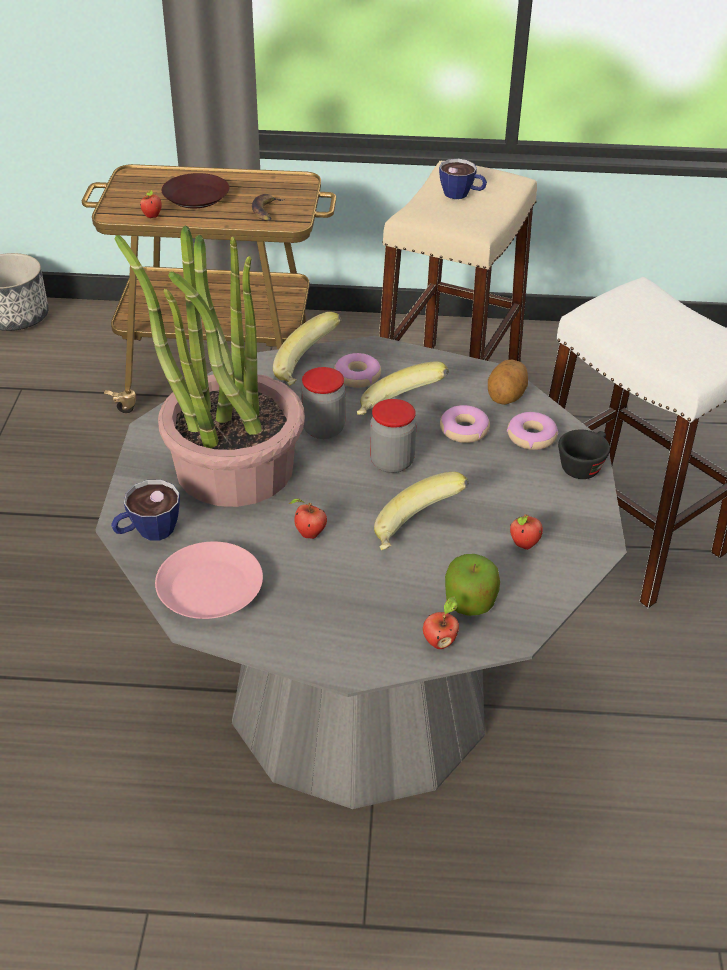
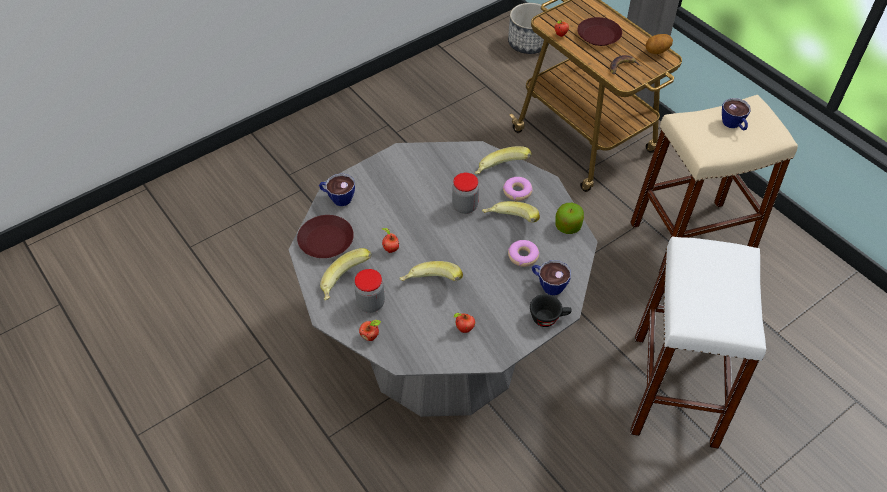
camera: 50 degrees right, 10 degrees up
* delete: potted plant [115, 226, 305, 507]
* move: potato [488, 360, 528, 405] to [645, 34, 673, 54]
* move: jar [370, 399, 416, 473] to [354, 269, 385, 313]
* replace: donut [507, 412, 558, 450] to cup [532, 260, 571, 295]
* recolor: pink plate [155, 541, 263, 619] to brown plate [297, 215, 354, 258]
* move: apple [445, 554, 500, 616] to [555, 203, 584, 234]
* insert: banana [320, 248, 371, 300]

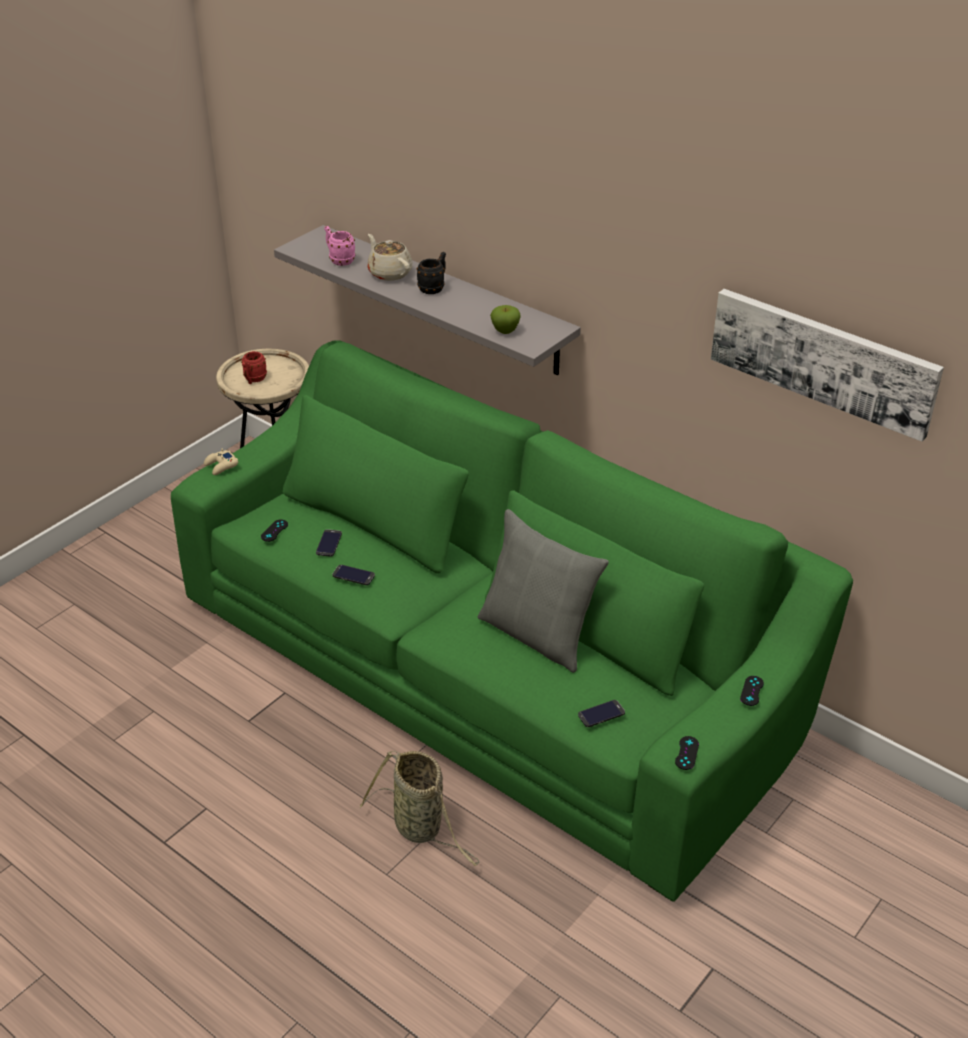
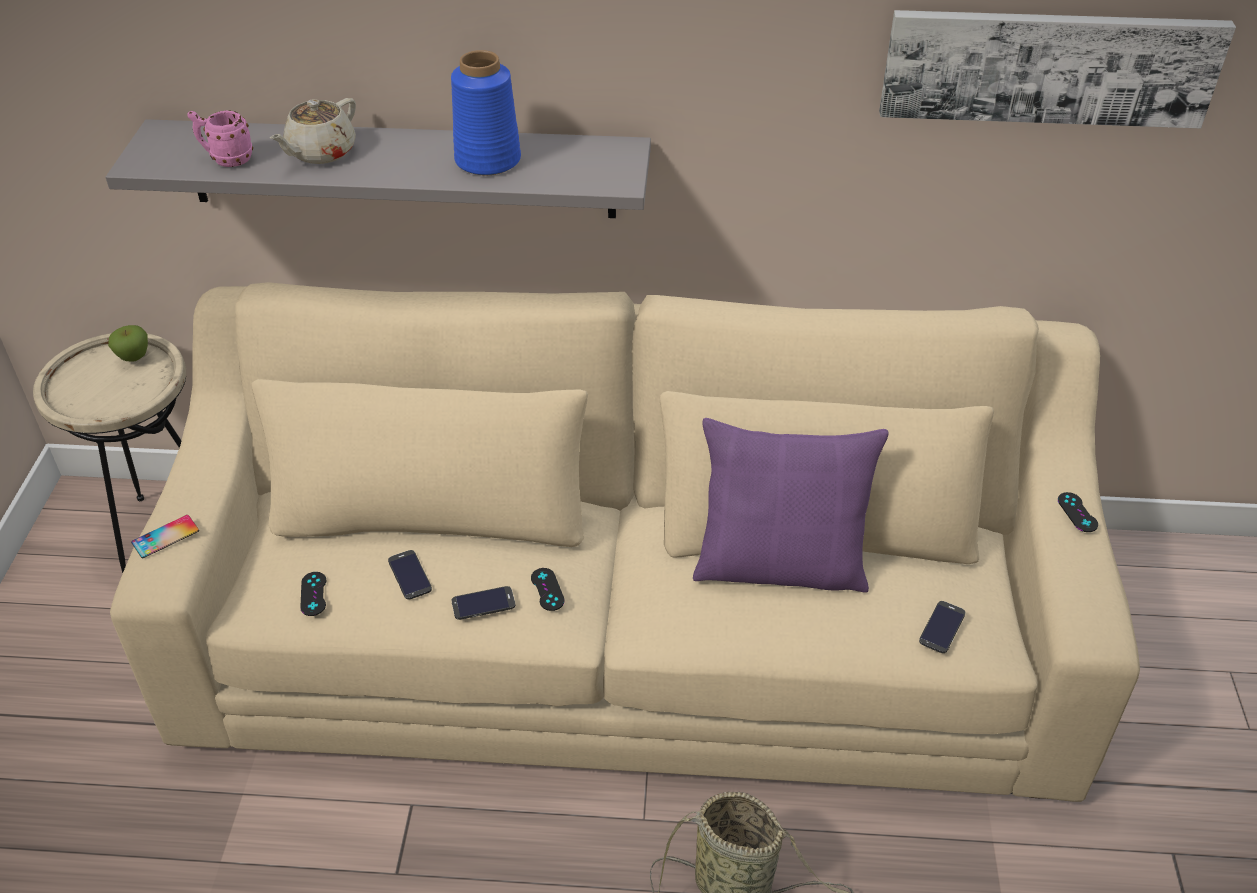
camera: 35 degrees left, 5 degrees up
* rotate: beige teapot [368, 234, 412, 281] = [270, 98, 356, 164] 75 degrees counterclockwise
* delete: black mug [416, 252, 446, 294]
* move: apple [490, 305, 521, 334] to [108, 325, 148, 362]
* recolor: green sofa [171, 340, 853, 902] to beige sofa [110, 282, 1140, 802]
* delete: red mug [241, 351, 267, 384]
* replace: beige game controller [204, 448, 239, 475] to phone [131, 515, 199, 558]
* recolor: grey pillow [478, 509, 609, 673] to purple pillow [693, 418, 888, 593]
* move: black game controller [675, 736, 699, 770] to [531, 568, 565, 611]
* insert: blue vase [451, 50, 521, 175]

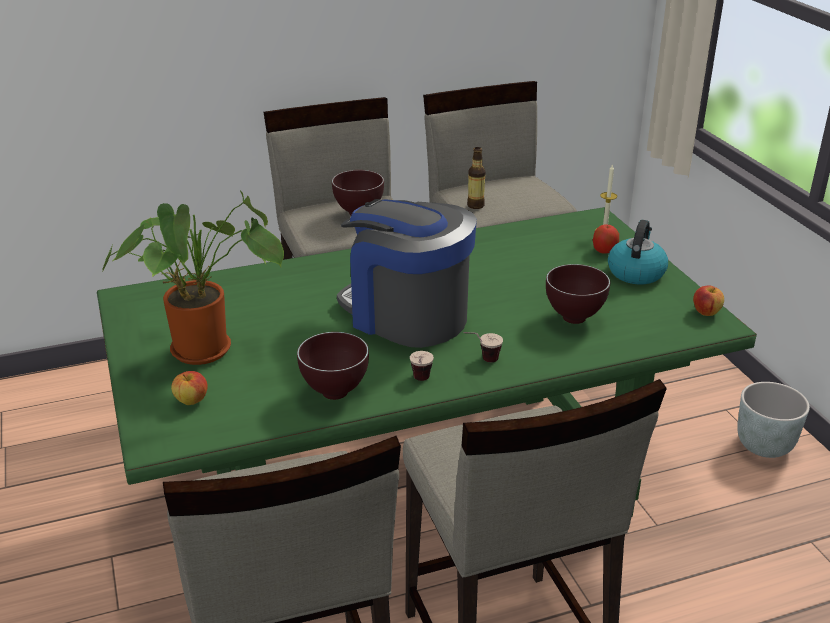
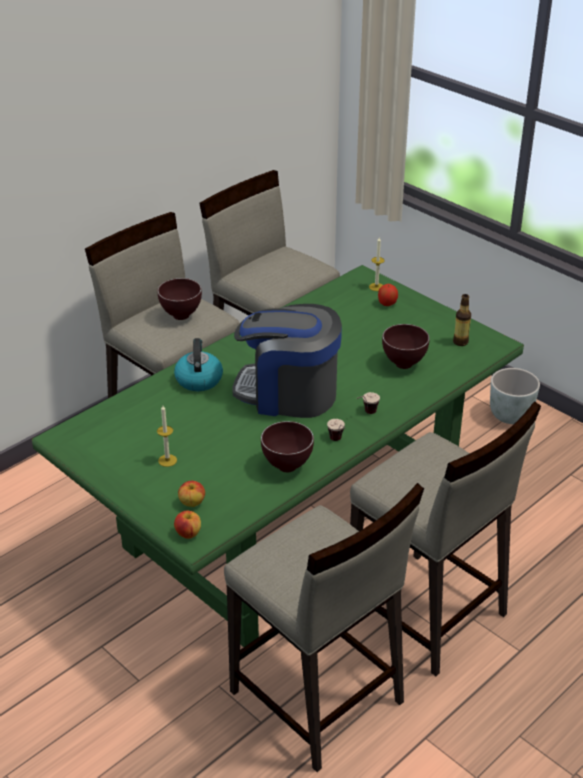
camera: 25 degrees left, 5 degrees up
* move: bottle [467, 147, 486, 209] to [453, 294, 471, 346]
* replace: potted plant [102, 190, 284, 365] to candle [157, 406, 177, 467]
* move: kettle [608, 220, 668, 284] to [174, 338, 223, 391]
* move: apple [693, 286, 724, 316] to [174, 510, 201, 539]

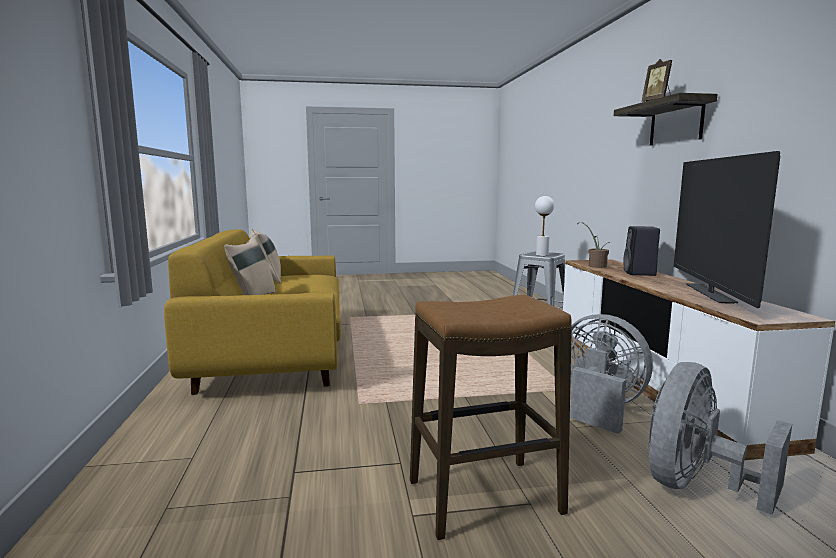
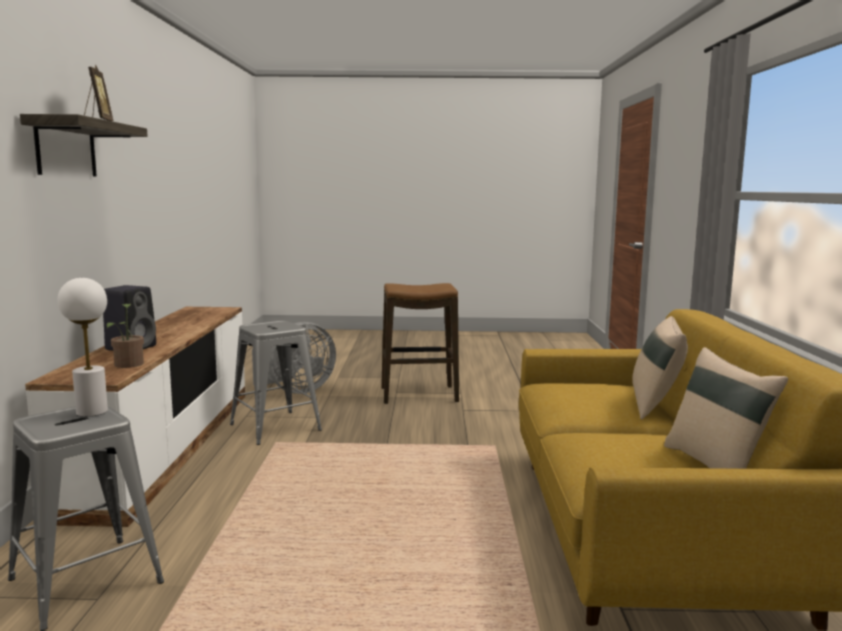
camera: 170 degrees left, 0 degrees up
* delete: television [674, 151, 780, 308]
* replace: grey fan [570, 314, 653, 434] to grey stool [230, 321, 322, 445]

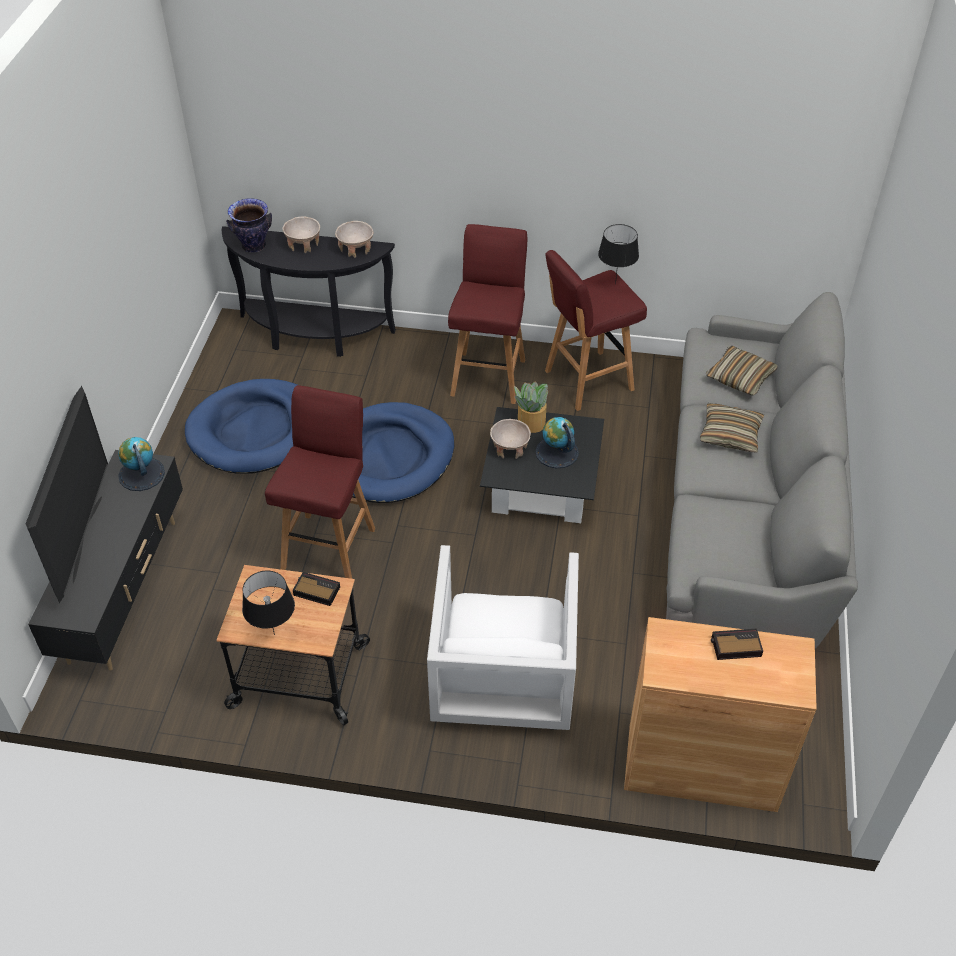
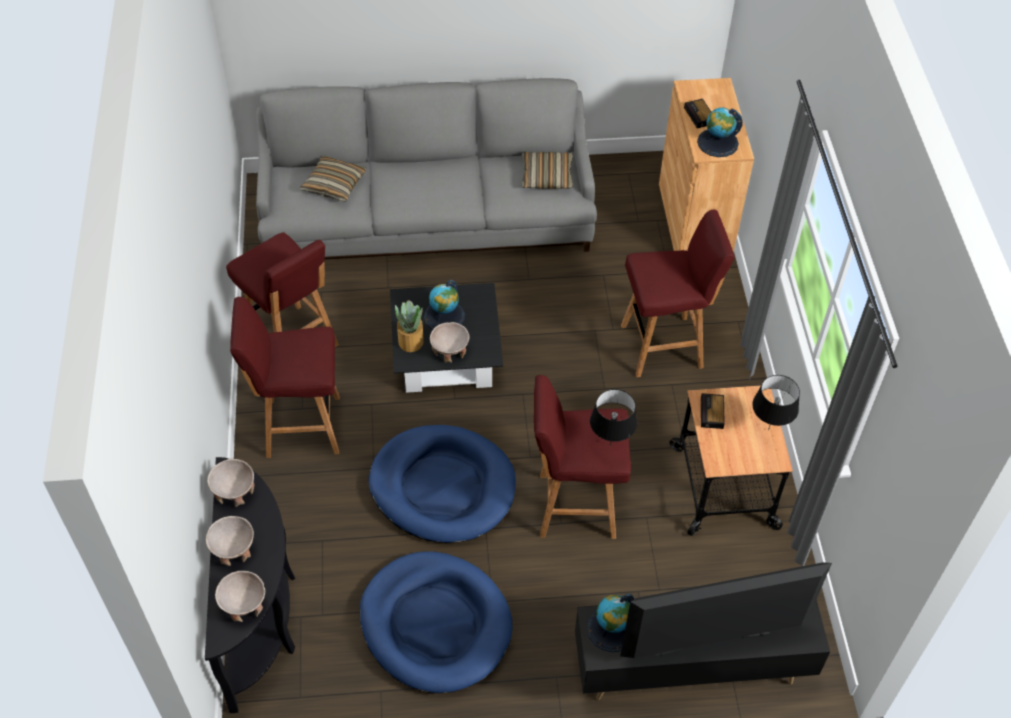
camera: 105 degrees left, 5 degrees up
* replace: vase [226, 198, 272, 253] to beige bowl [215, 571, 265, 622]
* move: black table lamp [598, 224, 639, 284] to [590, 389, 637, 446]
* move: pillow [700, 403, 764, 453] to [521, 152, 573, 189]
* replace: white armchair [427, 545, 579, 730] to red stool [621, 210, 735, 377]
* insert: globe [697, 107, 743, 157]

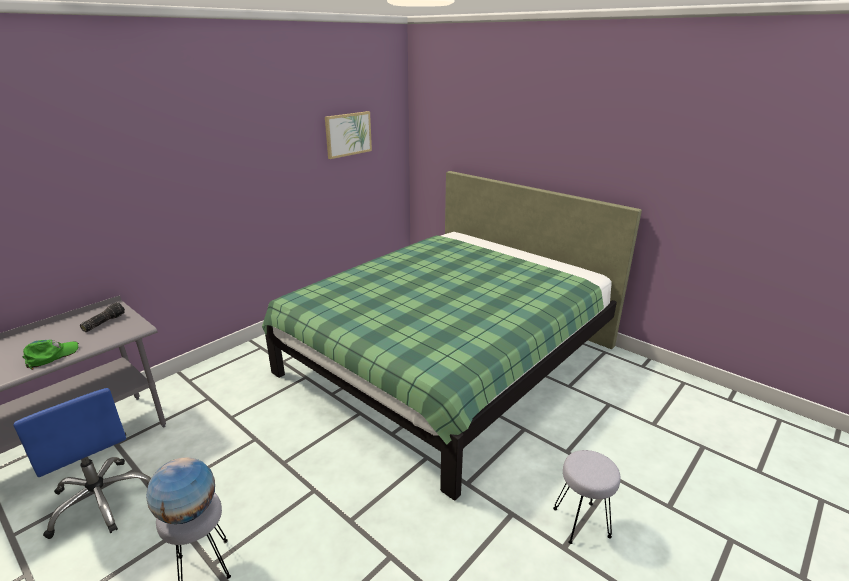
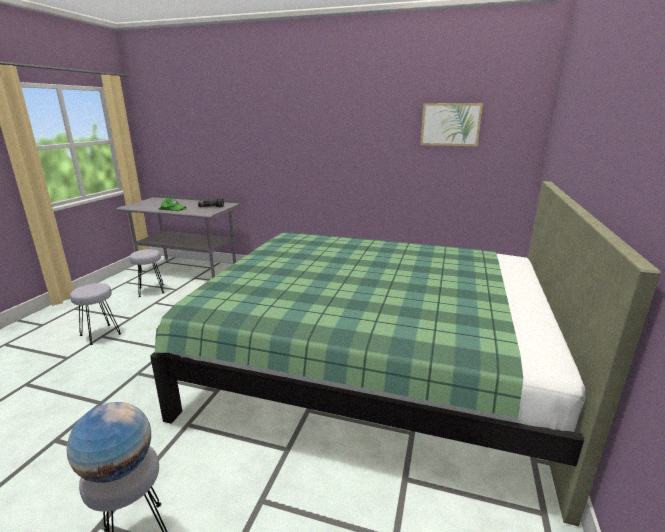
camera: 65 degrees right, 5 degrees down
* replace: blue office chair [13, 388, 151, 539] to grey stool [129, 249, 164, 297]
* move: globe [146, 457, 215, 524] to [67, 402, 151, 483]

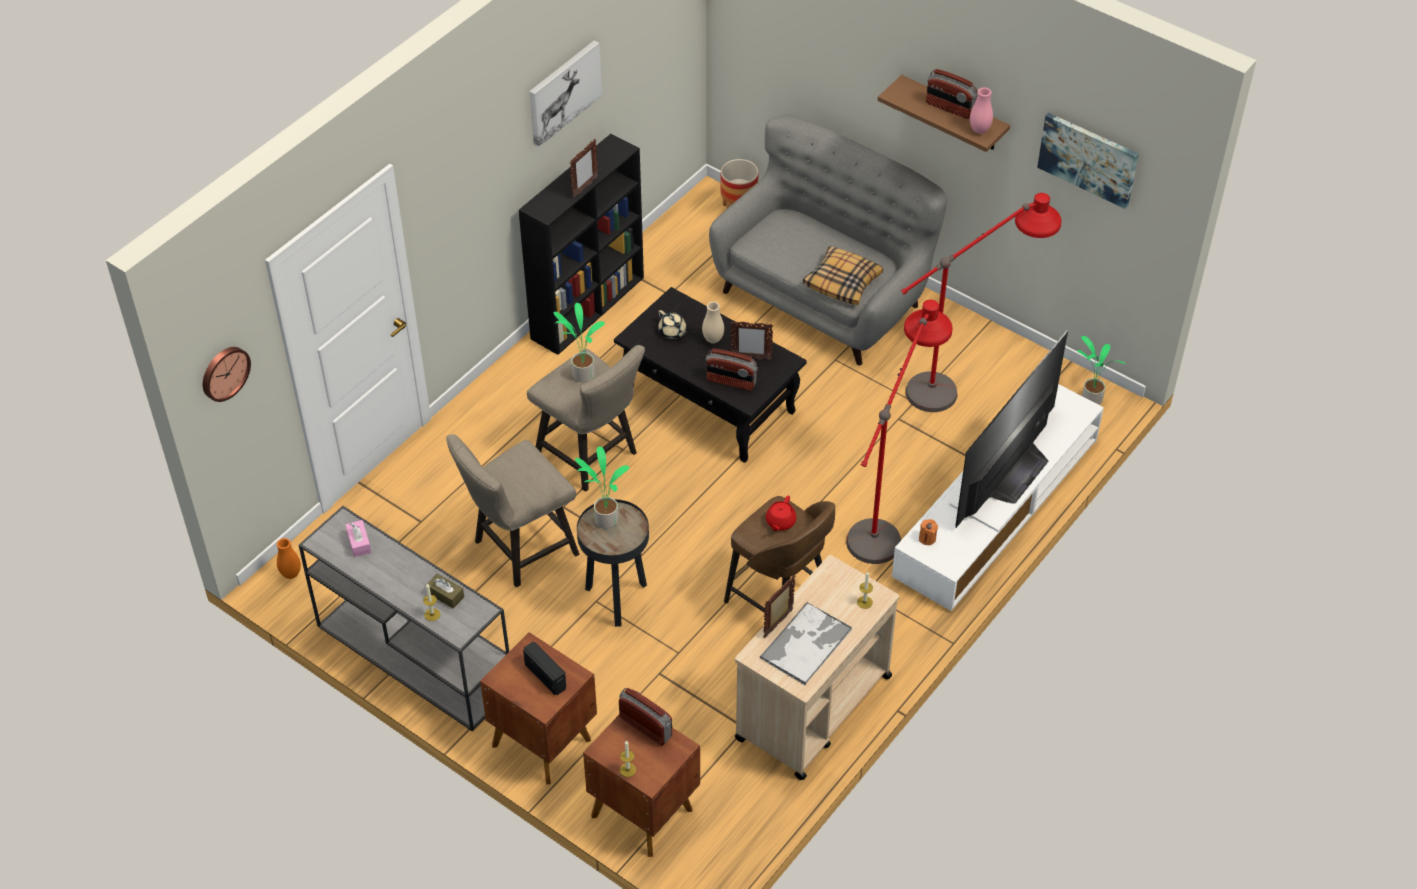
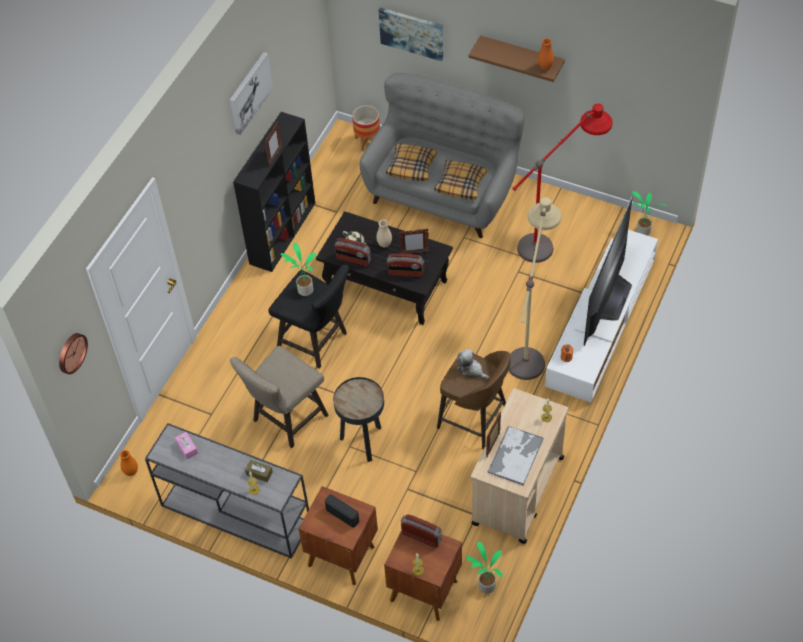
camera: 10 degrees left, 5 degrees up
* move: radio [926, 69, 978, 119] to [335, 238, 371, 266]
* recolor: pink vase [970, 87, 993, 134] to orange vase [538, 38, 554, 70]
* move: picture [1037, 113, 1139, 209] to [379, 8, 443, 61]
* recolor: red floor lamp [846, 300, 953, 564] to beige floor lamp [509, 197, 561, 380]
* recolor: beige stool [527, 345, 645, 492] to black stool [268, 264, 349, 369]
* move: potted plant [575, 446, 629, 529] to [466, 542, 503, 594]
* replace: red teapot [766, 496, 796, 531] to plush toy [456, 349, 489, 380]
* insert: pillow [386, 144, 437, 181]

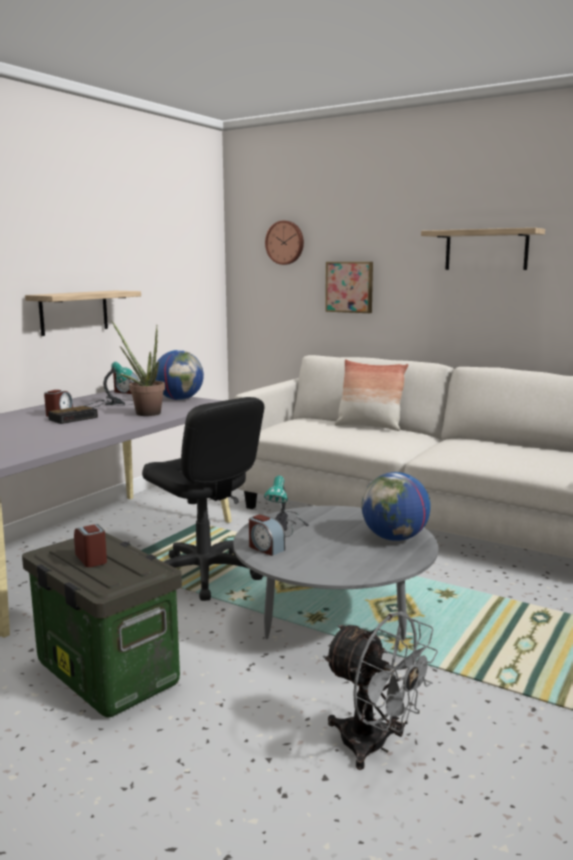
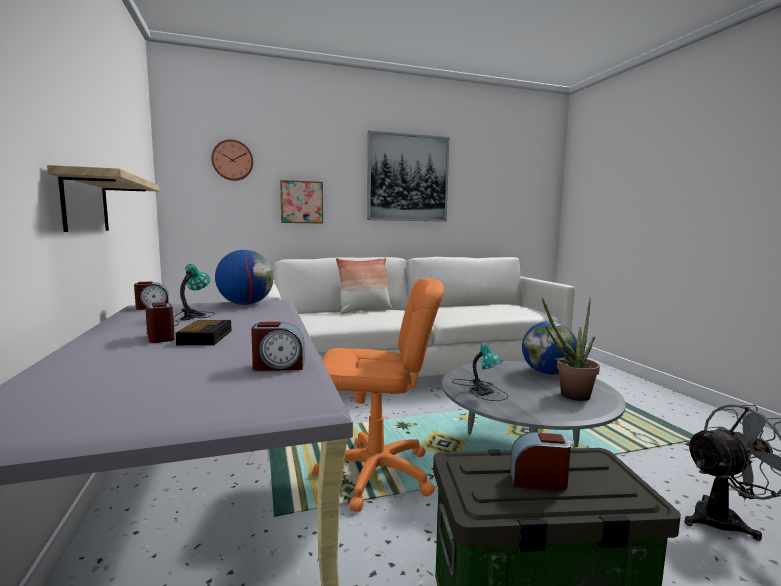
camera: 50 degrees left, 5 degrees down
* replace: shelf [421, 228, 545, 270] to picture [367, 131, 449, 222]
* move: potted plant [112, 321, 165, 416] to [542, 298, 600, 401]
* recolor: black office chair [142, 397, 264, 601] to orange office chair [313, 278, 444, 512]
* move: alarm clock [249, 514, 285, 556] to [251, 322, 305, 371]

